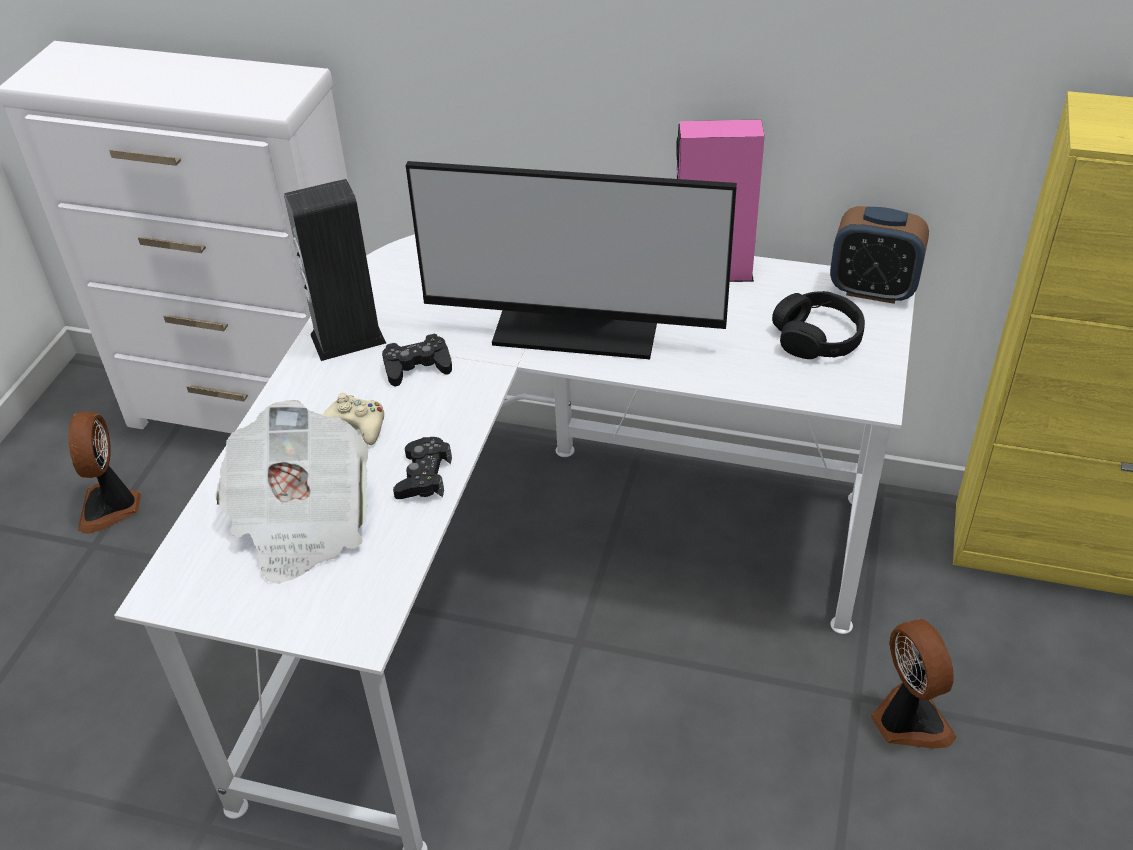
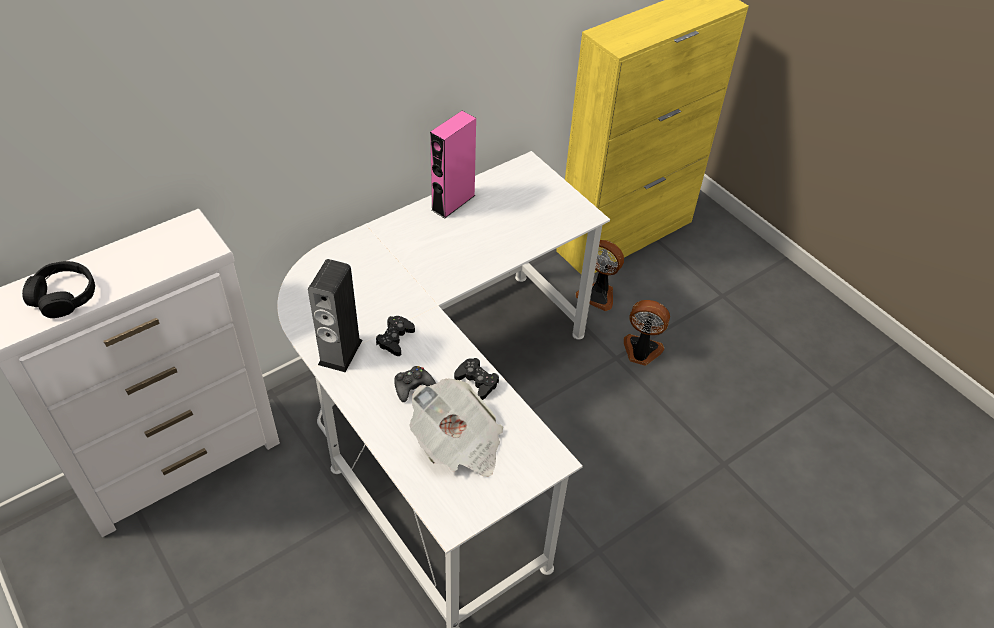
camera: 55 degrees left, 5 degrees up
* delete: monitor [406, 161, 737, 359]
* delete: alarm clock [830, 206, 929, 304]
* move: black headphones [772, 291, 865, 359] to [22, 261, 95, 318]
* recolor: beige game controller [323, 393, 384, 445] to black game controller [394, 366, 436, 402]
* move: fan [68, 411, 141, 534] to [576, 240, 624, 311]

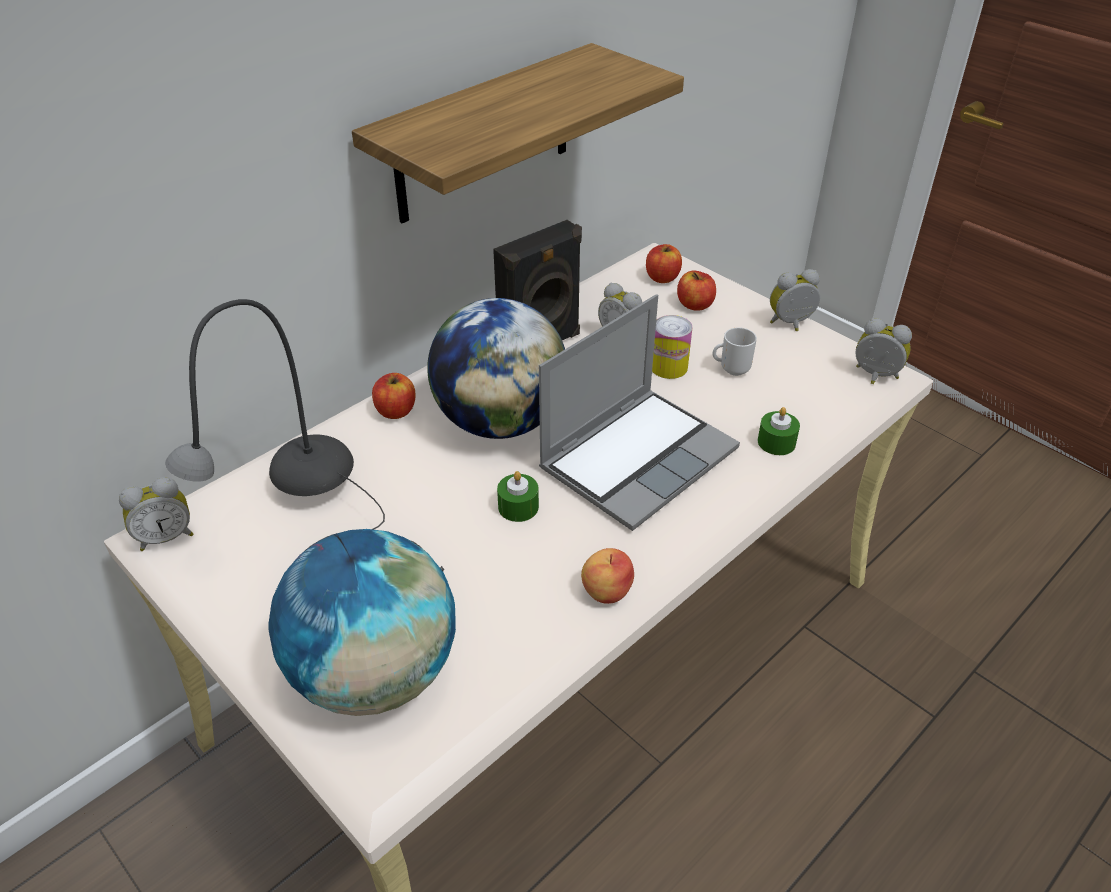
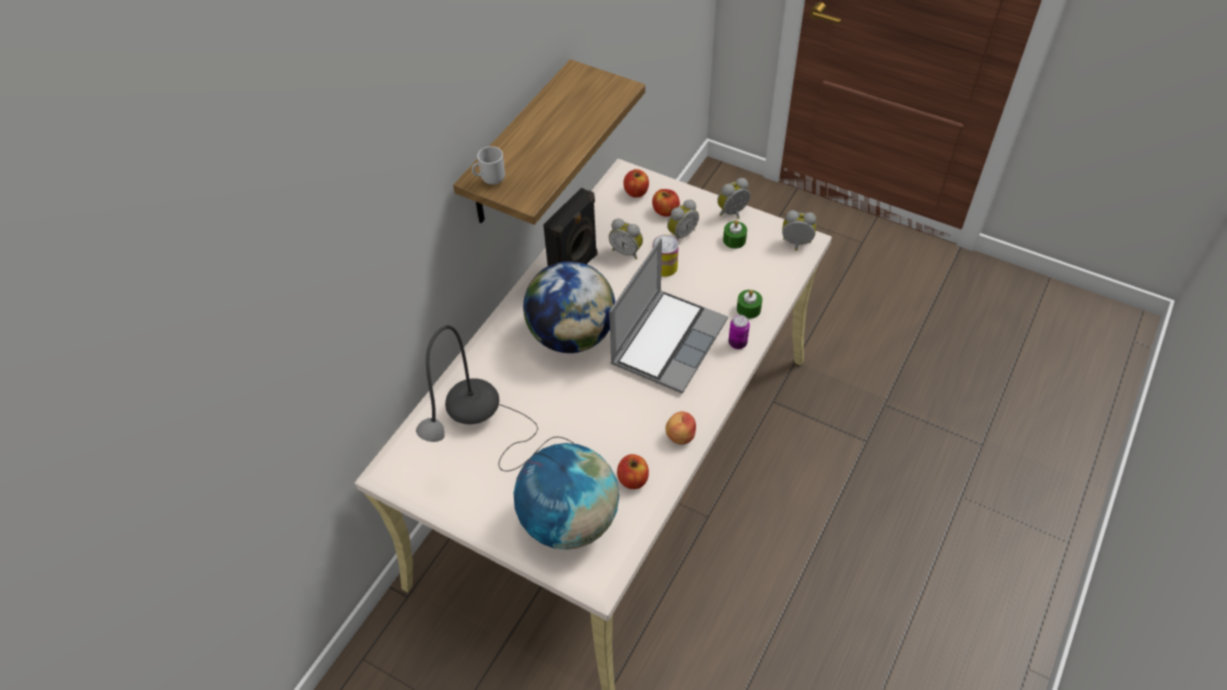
camera: 15 degrees left, 10 degrees up
* move: mug [713, 327, 757, 376] to [472, 146, 505, 185]
* move: apple [372, 373, 416, 419] to [617, 454, 649, 489]
* move: green candle [497, 471, 539, 522] to [723, 220, 747, 249]
* move: alarm clock [119, 477, 193, 551] to [667, 200, 699, 240]
* insert: can [728, 315, 750, 349]

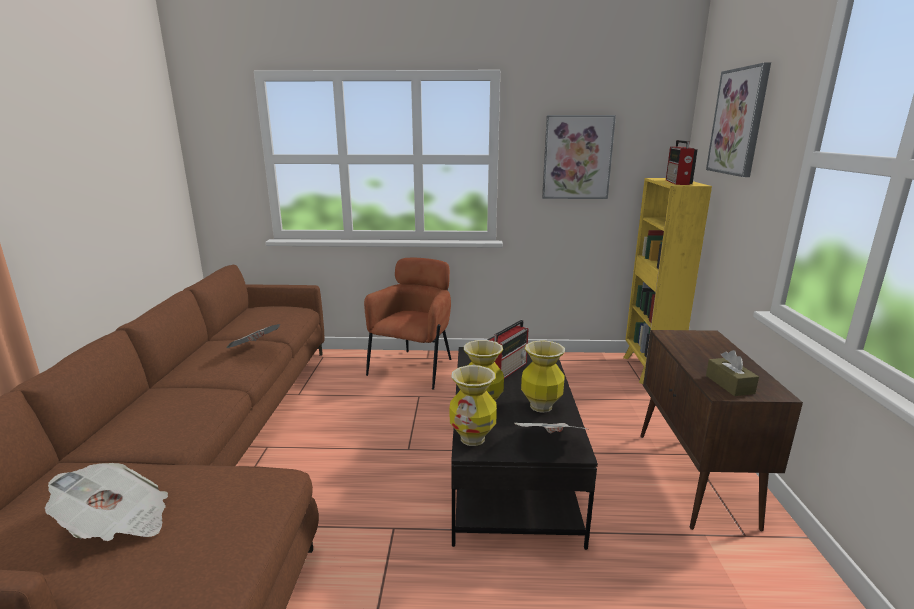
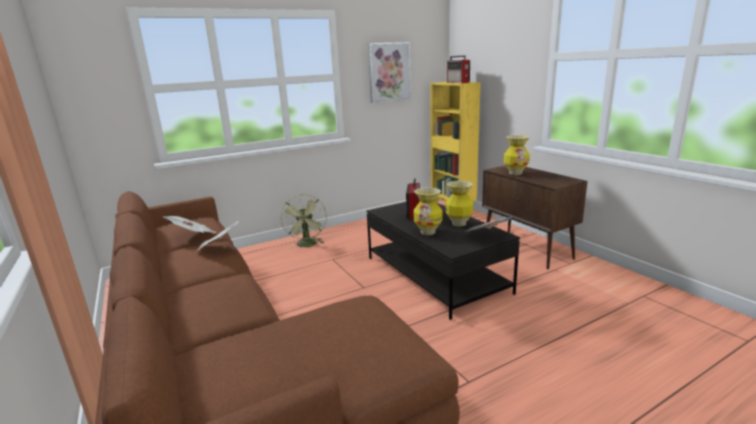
camera: 30 degrees left, 0 degrees up
* delete: picture [706, 63, 771, 177]
* replace: brown armchair [364, 258, 451, 390] to green fan [281, 194, 327, 248]
* delete: brown tissue box [706, 350, 759, 396]
* move: vase [450, 365, 497, 446] to [504, 135, 530, 175]
* move: newspaper [44, 463, 168, 541] to [163, 216, 217, 233]

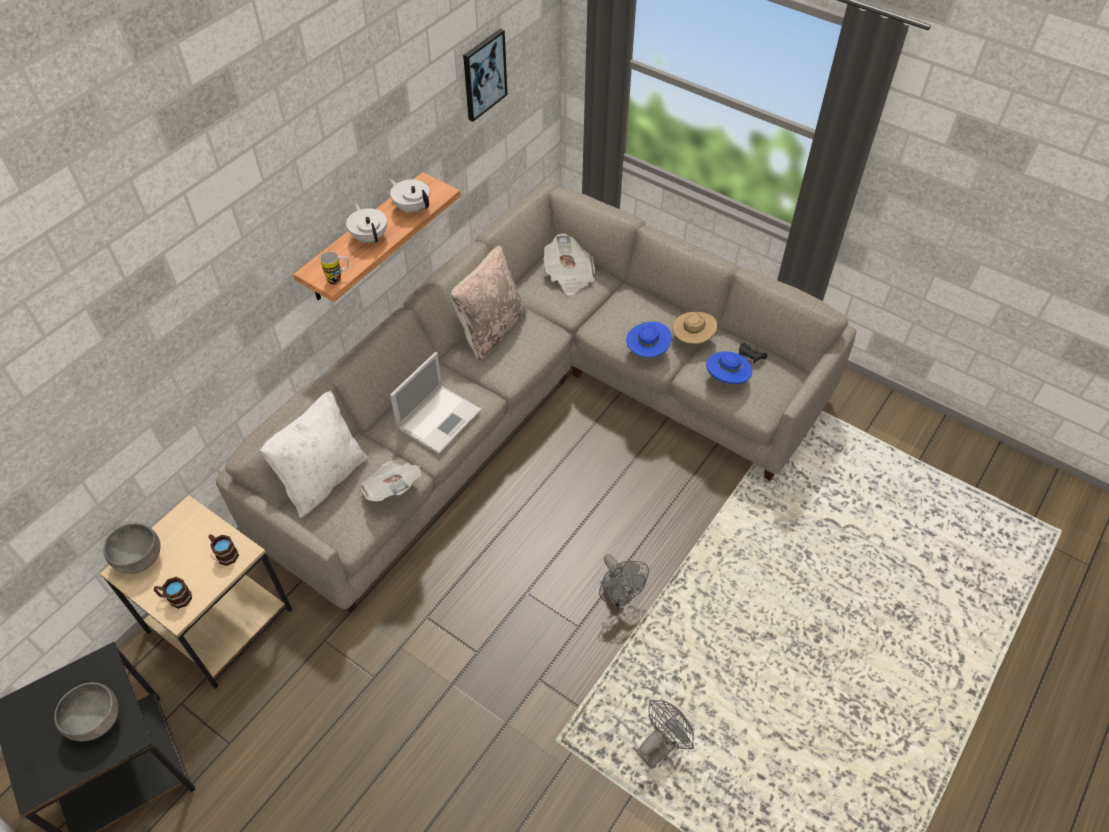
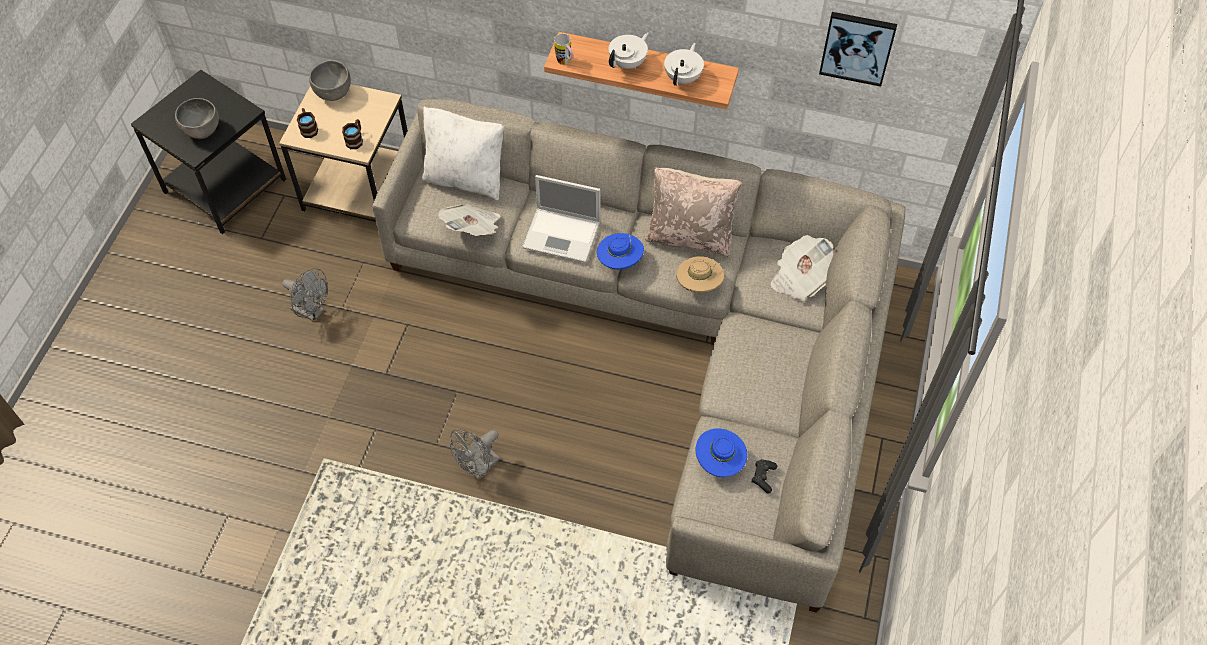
camera: 70 degrees right, 5 degrees up
* move: beige hat [672, 310, 718, 344] to [676, 256, 724, 293]
* move: blue hat [626, 322, 672, 357] to [597, 233, 644, 269]
* move: grey fan [637, 700, 694, 769] to [282, 268, 328, 322]

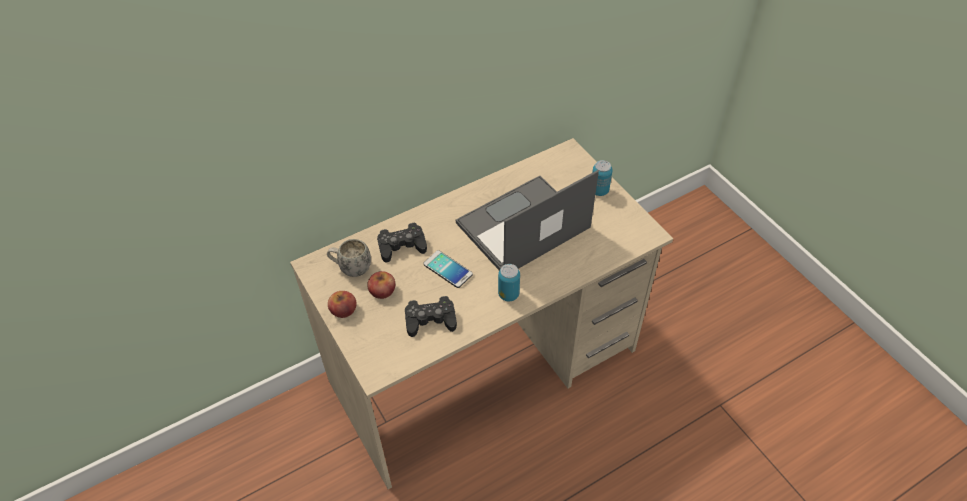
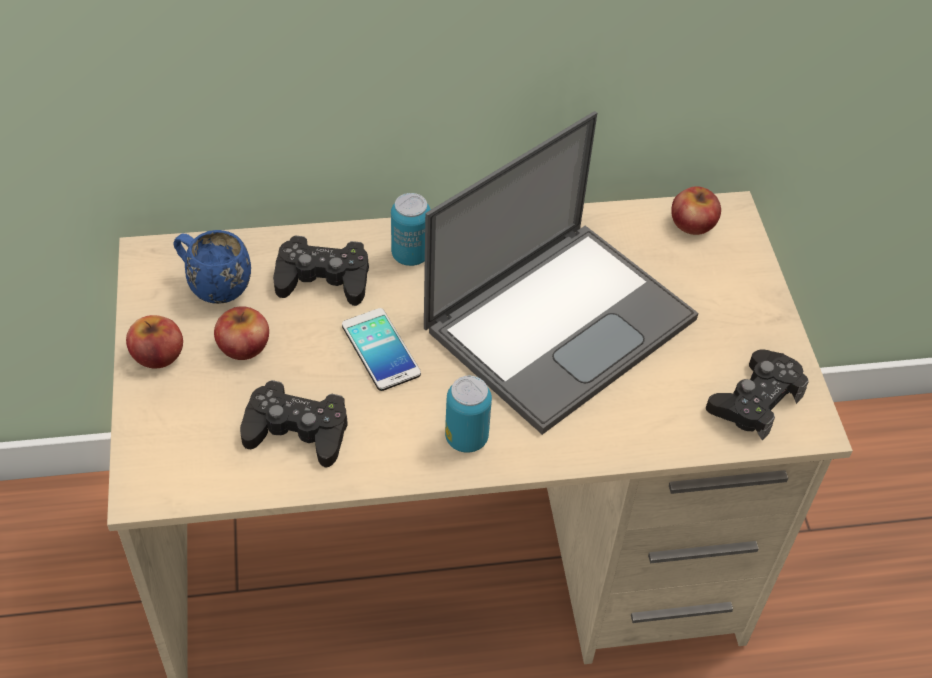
camera: 20 degrees right, 0 degrees up
* move: can [592, 160, 613, 196] to [391, 193, 431, 266]
* rotate: laptop [456, 170, 599, 270] = [424, 111, 698, 435] 150 degrees clockwise
* recolor: white mug [327, 239, 371, 277] to blue mug [173, 230, 251, 304]
* insert: apple [671, 186, 721, 235]
* insert: black game controller [706, 349, 809, 441]

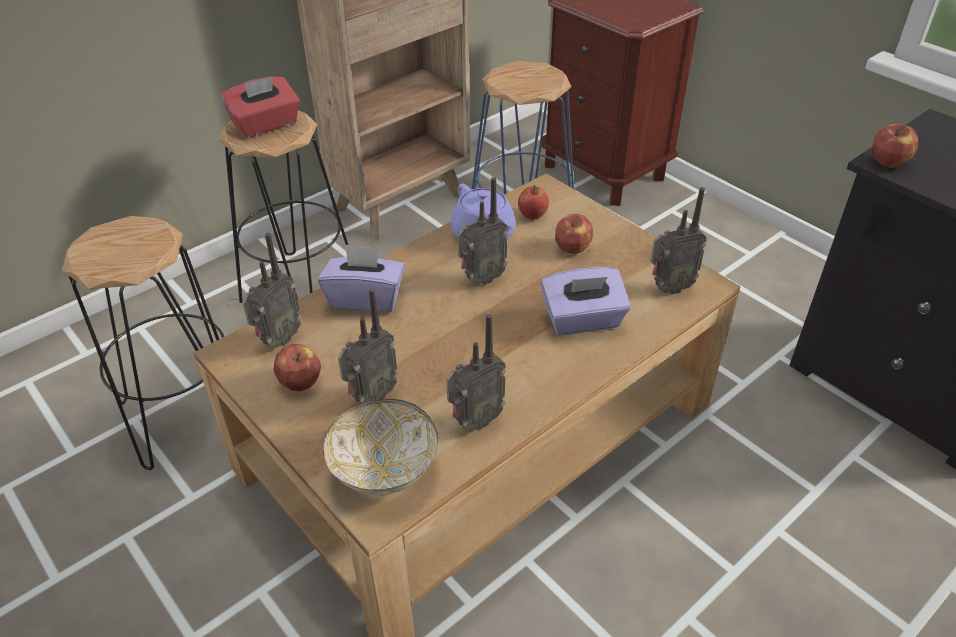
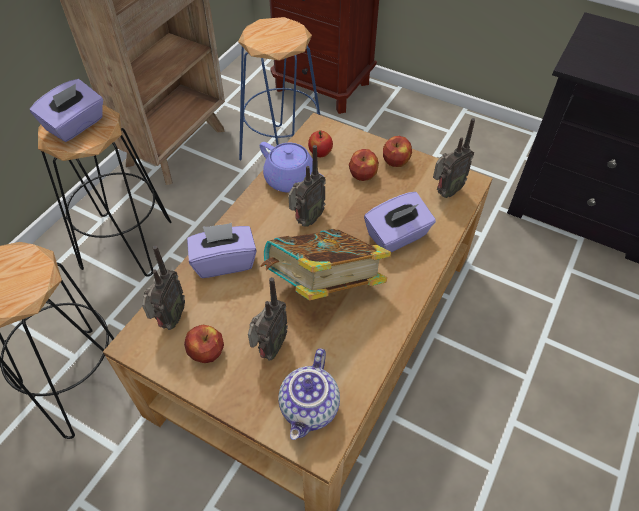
camera: 20 degrees left, 10 degrees up
* recolor: red tissue box [220, 76, 300, 138] to purple tissue box [30, 79, 103, 142]
* move: apple [872, 124, 918, 168] to [383, 136, 412, 167]
* delete: radio [446, 314, 506, 431]
* replace: bowl [323, 399, 438, 496] to teapot [278, 348, 340, 440]
* insert: book [261, 229, 391, 301]

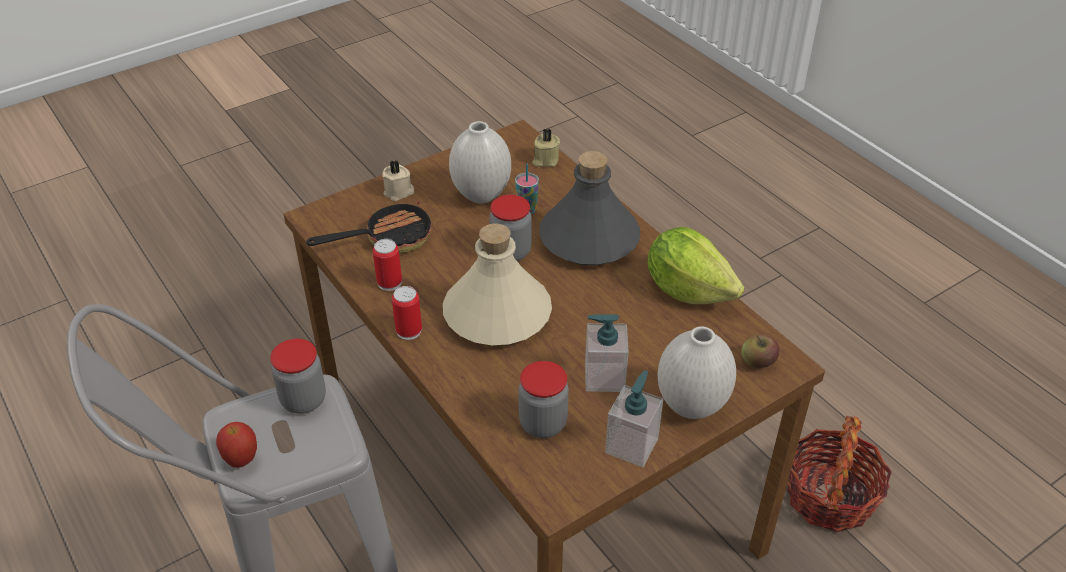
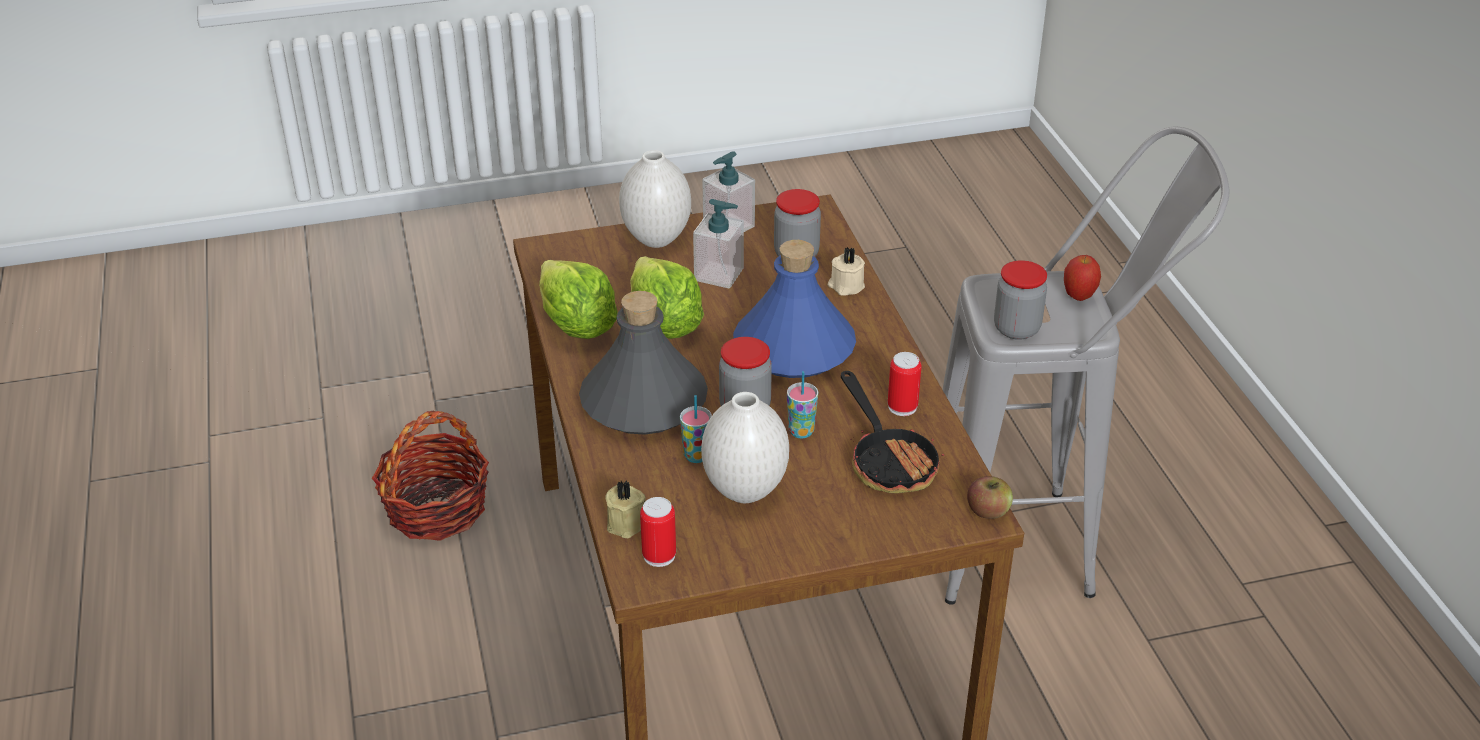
camera: 160 degrees left, 5 degrees down
* move: beige candle [382, 160, 414, 201] to [827, 247, 865, 296]
* rotate: frying pan [306, 198, 432, 253] = [841, 371, 944, 493] 105 degrees counterclockwise
* recolor: beige bottle [443, 223, 552, 345] to blue bottle [733, 240, 856, 378]
* move: can [392, 286, 422, 340] to [640, 497, 676, 567]
* move: apple [741, 335, 779, 368] to [967, 476, 1013, 519]
* insert: lettuce [630, 256, 704, 339]
* insert: cup [787, 371, 818, 438]

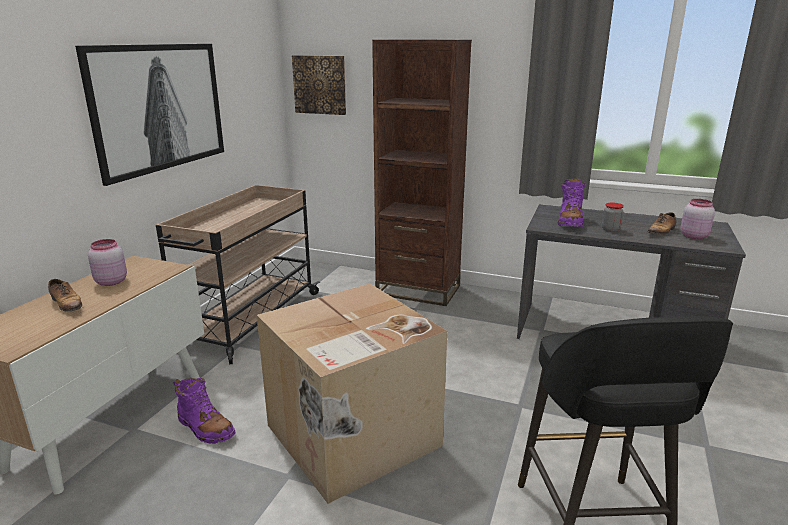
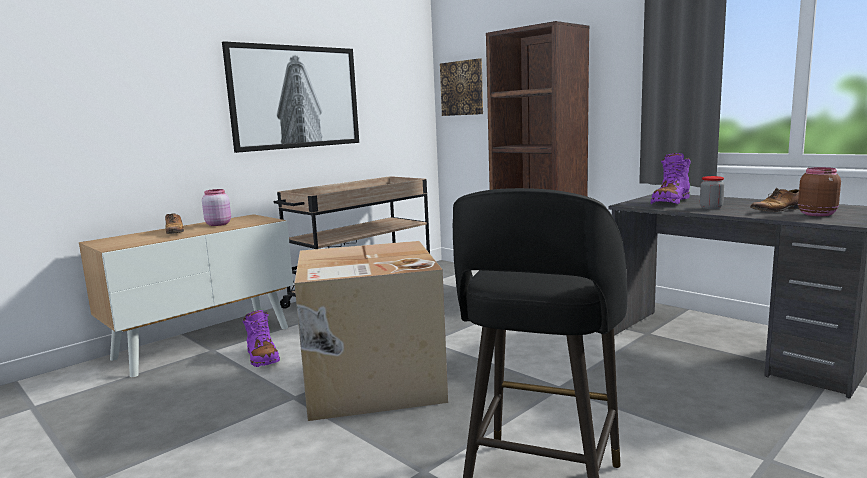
camera: 25 degrees right, 10 degrees down
* recolor: pink jar [680, 199, 715, 239] to brown jar [798, 167, 841, 216]

